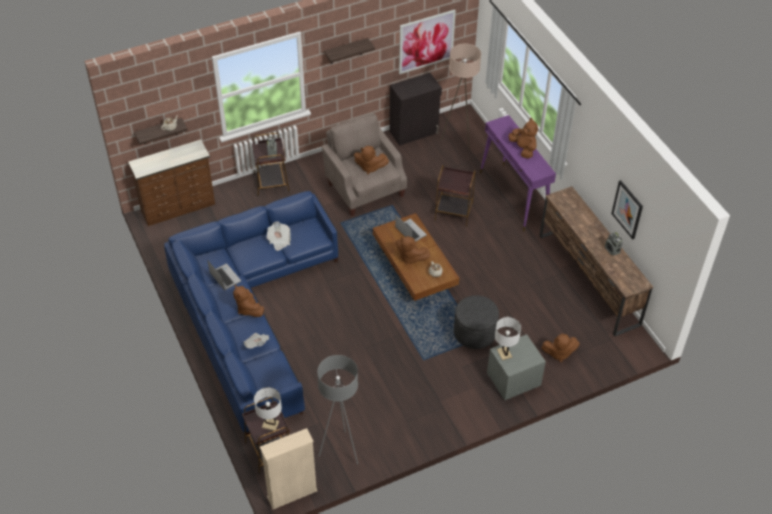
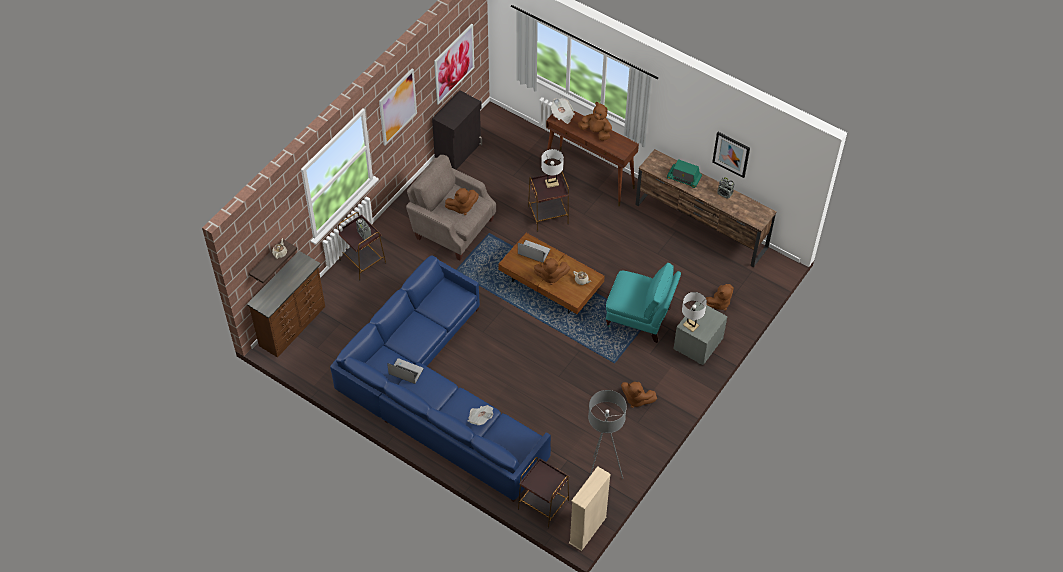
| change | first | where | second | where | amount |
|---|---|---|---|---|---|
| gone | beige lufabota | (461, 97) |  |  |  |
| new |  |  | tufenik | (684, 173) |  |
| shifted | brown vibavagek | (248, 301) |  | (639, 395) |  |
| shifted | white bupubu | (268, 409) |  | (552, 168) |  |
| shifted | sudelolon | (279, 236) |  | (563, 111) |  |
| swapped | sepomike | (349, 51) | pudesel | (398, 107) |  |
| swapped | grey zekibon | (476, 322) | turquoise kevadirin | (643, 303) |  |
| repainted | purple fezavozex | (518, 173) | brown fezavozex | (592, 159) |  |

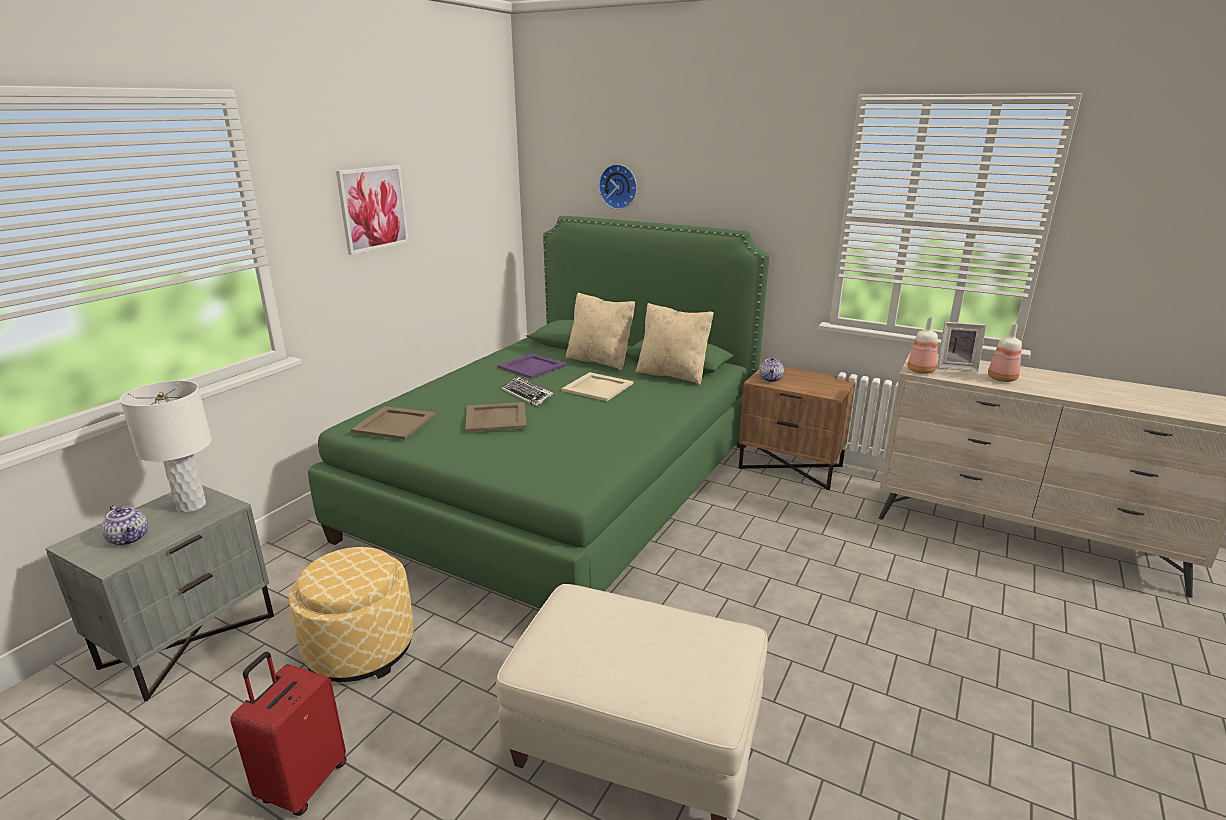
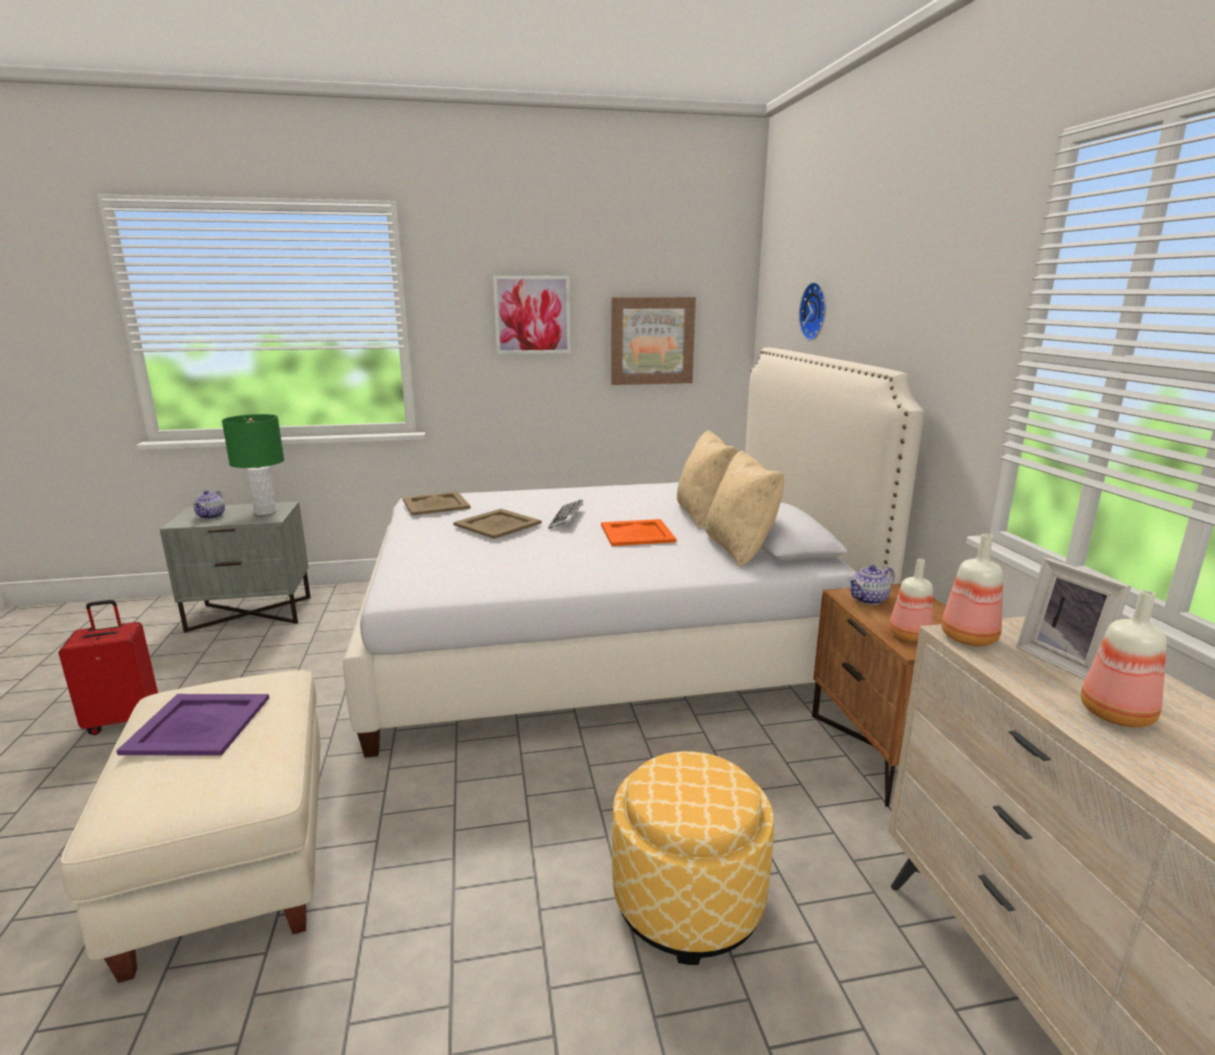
| change | first | where | second | where | amount |
|---|---|---|---|---|---|
| new |  |  | pudesel | (653, 341) |  |
| new |  |  | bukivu | (911, 600) |  |
| shifted | zekibon | (351, 614) |  | (693, 858) |  |
| shifted | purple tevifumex | (532, 366) |  | (192, 724) |  |
| repainted | white bupubu | (166, 446) | green bupubu | (253, 464) |  |
| repainted | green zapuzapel | (538, 412) | white zapuzapel | (633, 552) |  |
| repainted | beige tevifumex | (597, 386) | orange tevifumex | (639, 532) |  |

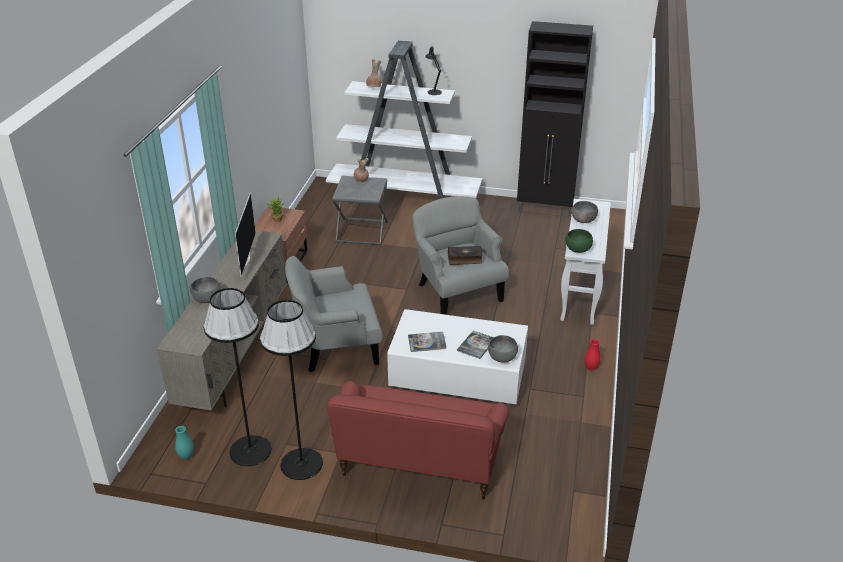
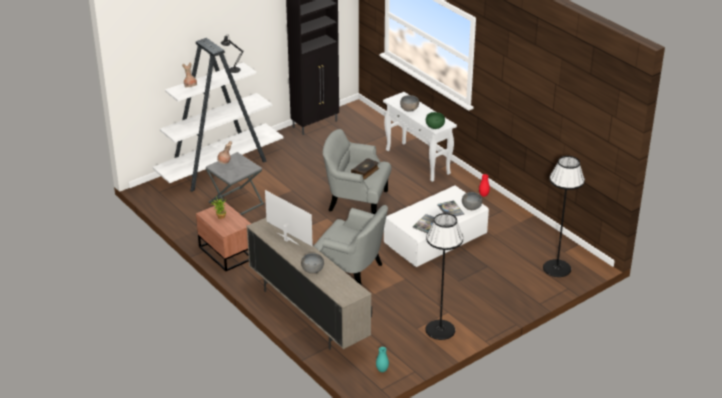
| change | first | where | second | where | amount |
|---|---|---|---|---|---|
| gone | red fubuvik | (418, 440) |  |  |  |
| shifted | black lufabota | (237, 377) |  | (564, 216) |  |
| rotated | grey kevadirin | (334, 314) |  | (351, 245) | 90 degrees counterclockwise |

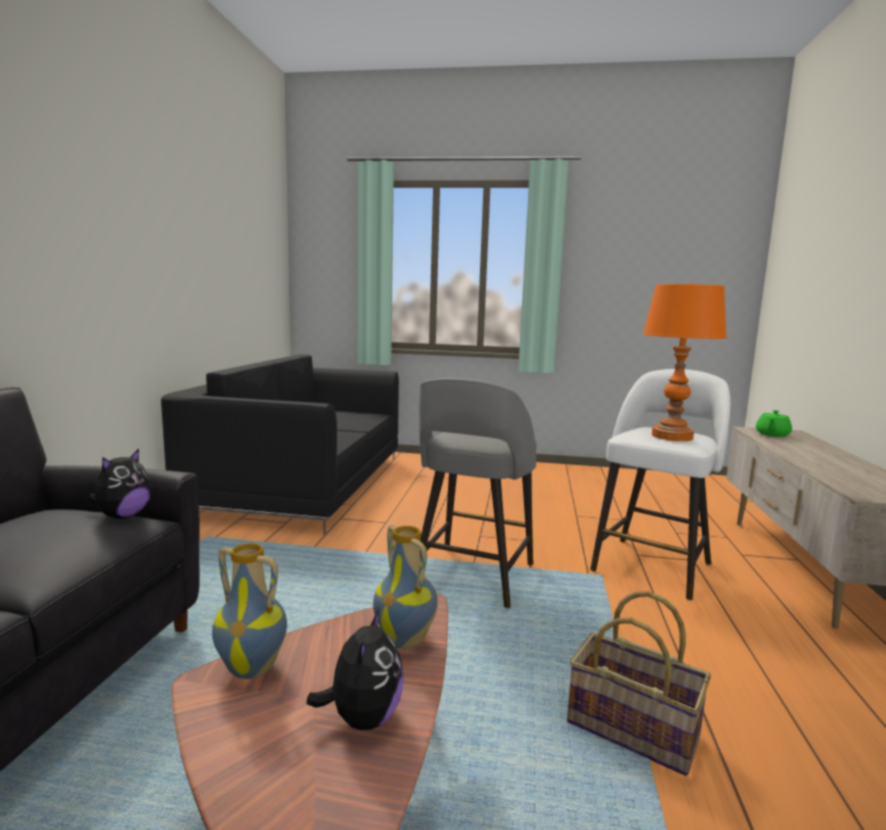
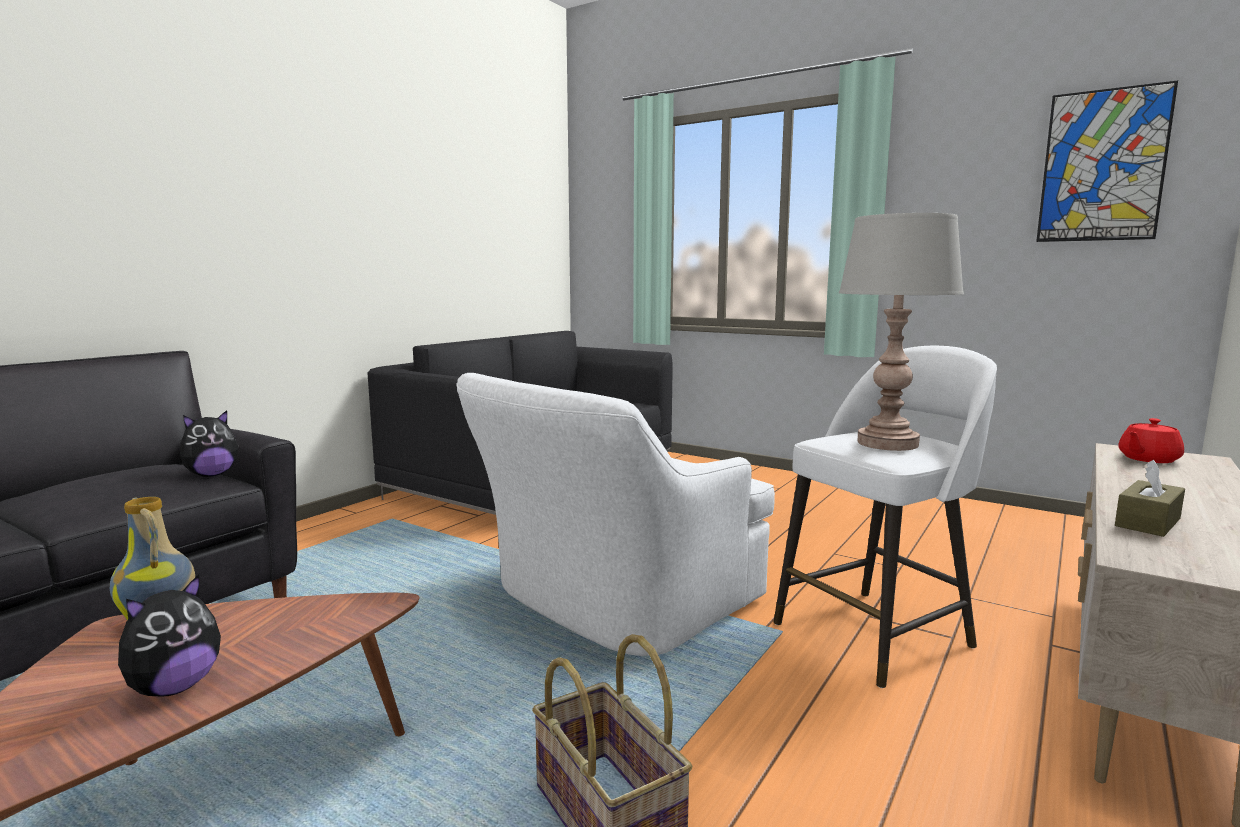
| change | first | where | second | where | amount |
|---|---|---|---|---|---|
| gone | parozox | (405, 587) |  |  |  |
| new |  |  | pudesel | (1107, 161) |  |
| new |  |  | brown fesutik | (1150, 498) |  |
| swapped | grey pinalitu | (478, 493) | white kevadirin | (615, 514) |  |
| repainted | orange bupubu | (685, 362) | grey bupubu | (901, 332) |  |
| repainted | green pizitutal | (774, 423) | red pizitutal | (1151, 440) |  |

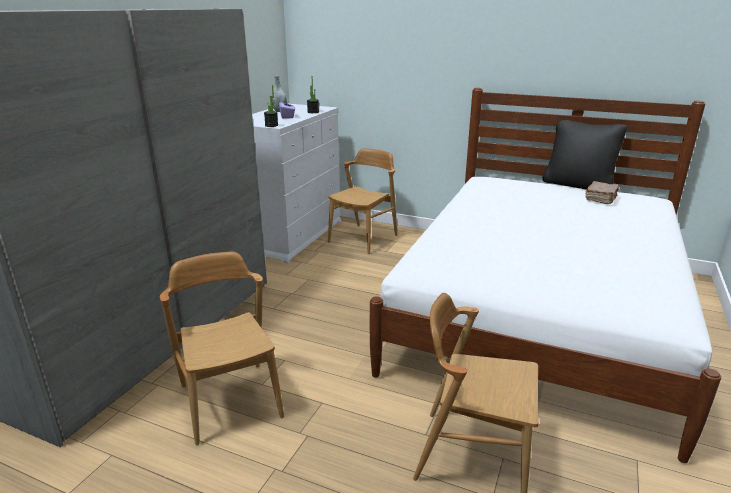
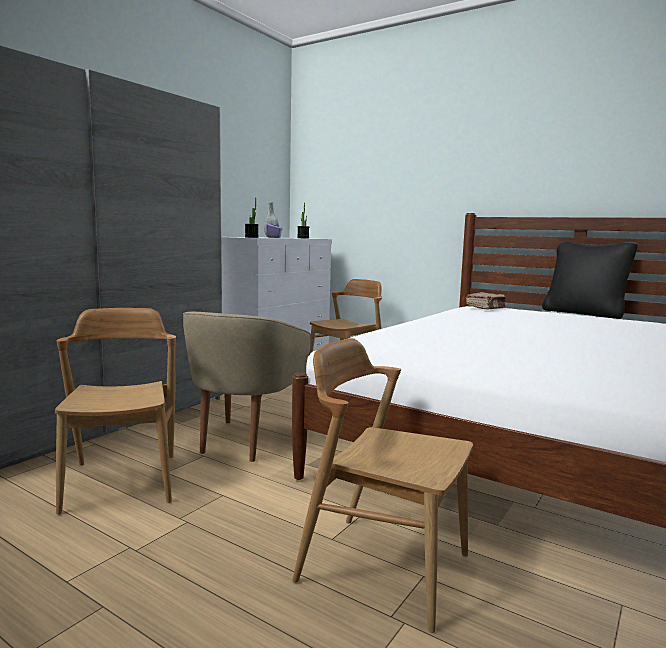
| change | first | where | second | where | amount |
|---|---|---|---|---|---|
| new |  |  | beige kevadirin | (247, 387) |  |
| shifted | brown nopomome | (602, 192) |  | (486, 300) |  |

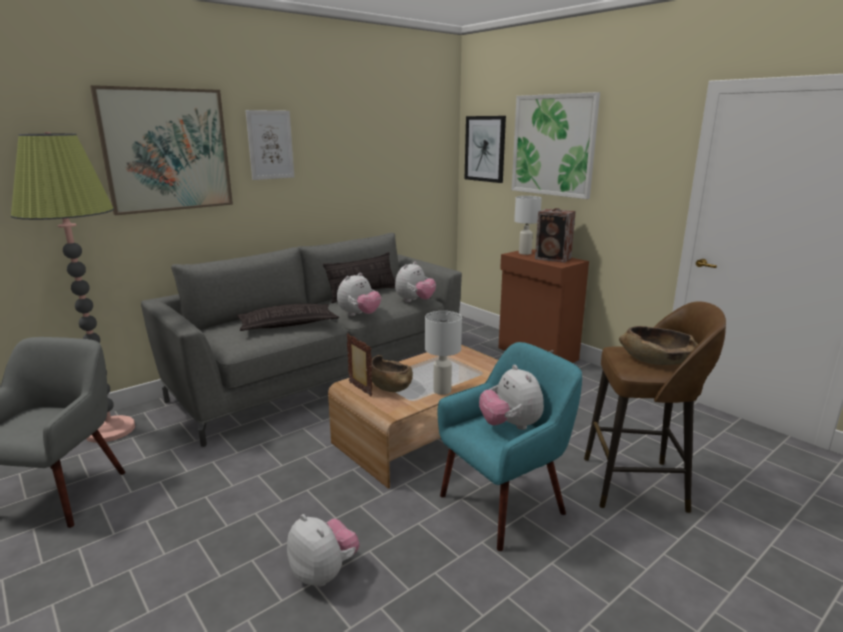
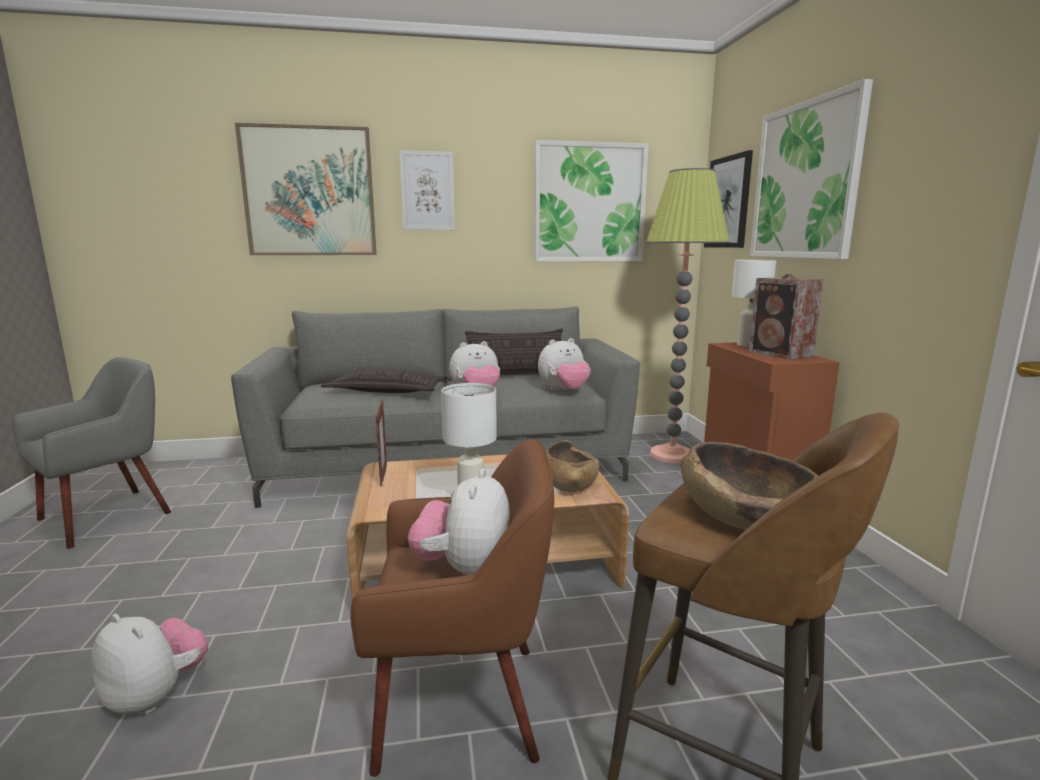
| change | first | where | second | where | amount |
|---|---|---|---|---|---|
| new |  |  | pudesel | (591, 201) |  |
| shifted | lufabota | (73, 287) |  | (687, 316) |  |
| shifted | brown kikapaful | (392, 373) |  | (572, 466) |  |
| repainted | turquoise kevadirin | (509, 446) | brown kevadirin | (452, 608) |  |
| rotated | vibavagek | (323, 550) |  | (149, 663) | 45 degrees counterclockwise |

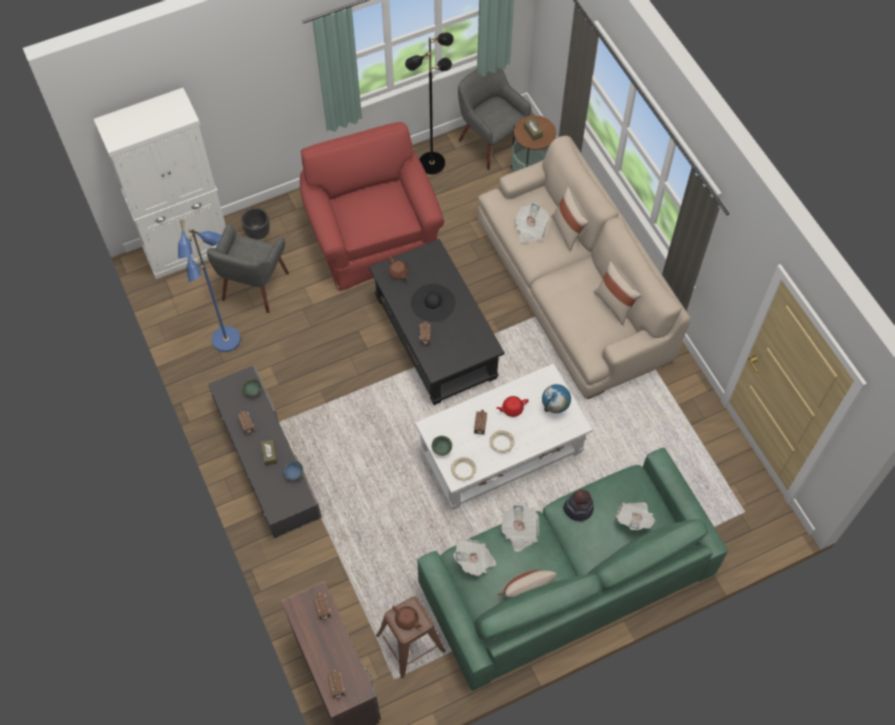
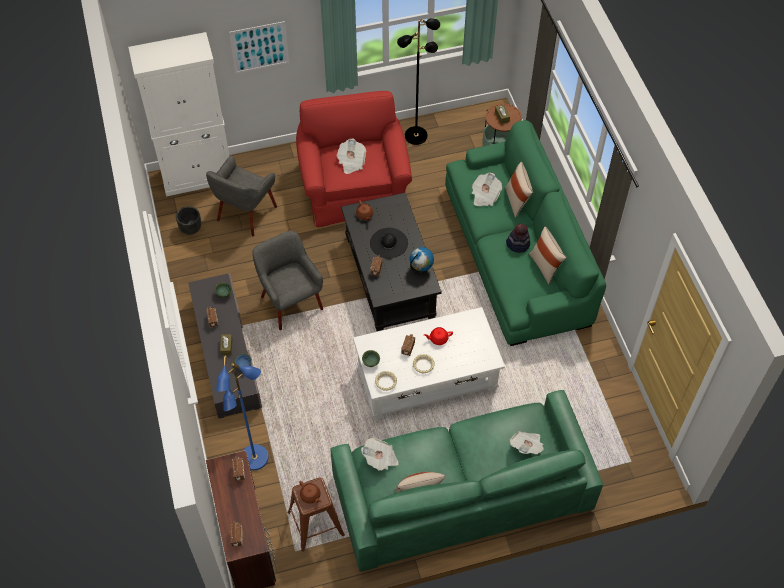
| change | first | where | second | where | amount |
|---|---|---|---|---|---|
| new |  |  | pudesel | (259, 47) |  |
| shifted | blue lufabota | (209, 286) |  | (242, 412) |  |
| shifted | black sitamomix | (255, 224) |  | (188, 220) |  |
| shifted | grey kevadirin | (494, 119) |  | (287, 280) |  |
| shifted | sudelolon | (519, 527) |  | (351, 156) |  |
| shifted | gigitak | (556, 398) |  | (422, 260) |  |
| shifted | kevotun | (578, 505) |  | (518, 238) |  |
| repainted | beige fubuvik | (584, 267) | green fubuvik | (525, 233) |  |

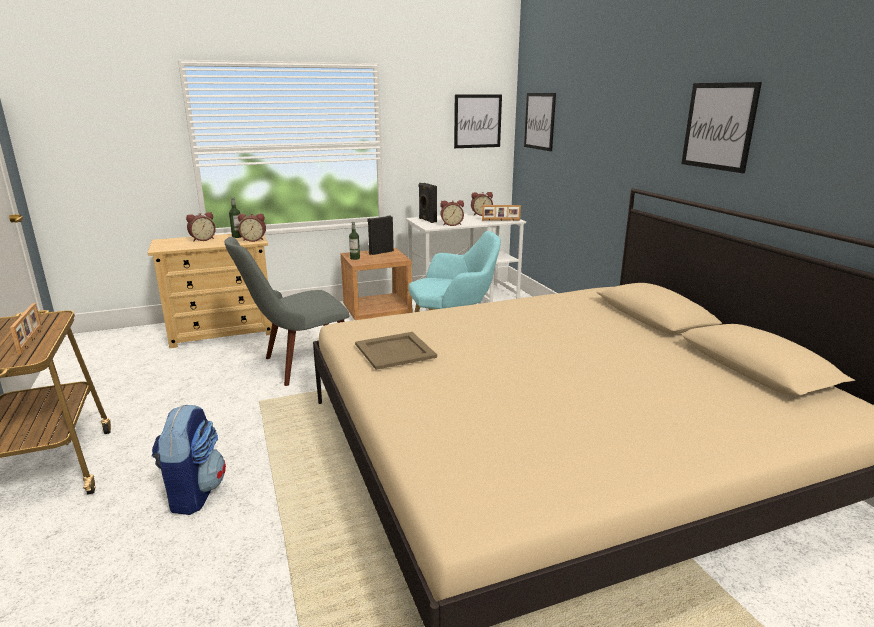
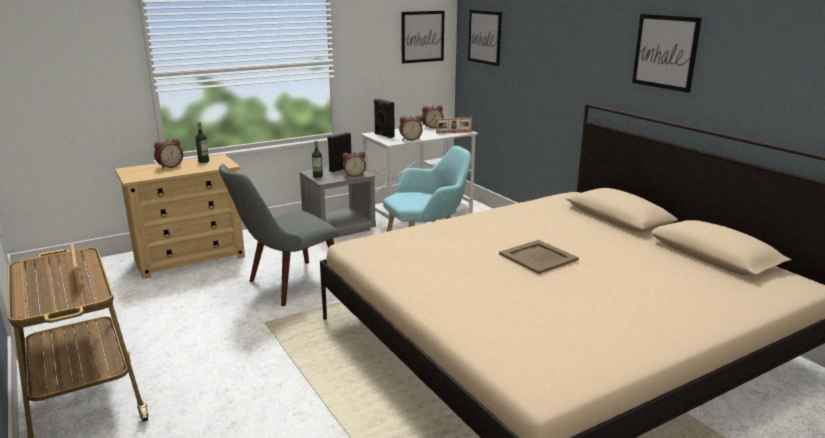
| change | first | where | second | where | amount |
|---|---|---|---|---|---|
| gone | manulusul | (189, 460) |  |  |  |
| shifted | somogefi | (252, 228) |  | (354, 164) |  |
| shifted | beige tevifumex | (396, 351) |  | (539, 257) |  |
| repainted | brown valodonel | (377, 284) | grey valodonel | (338, 202) |  |

